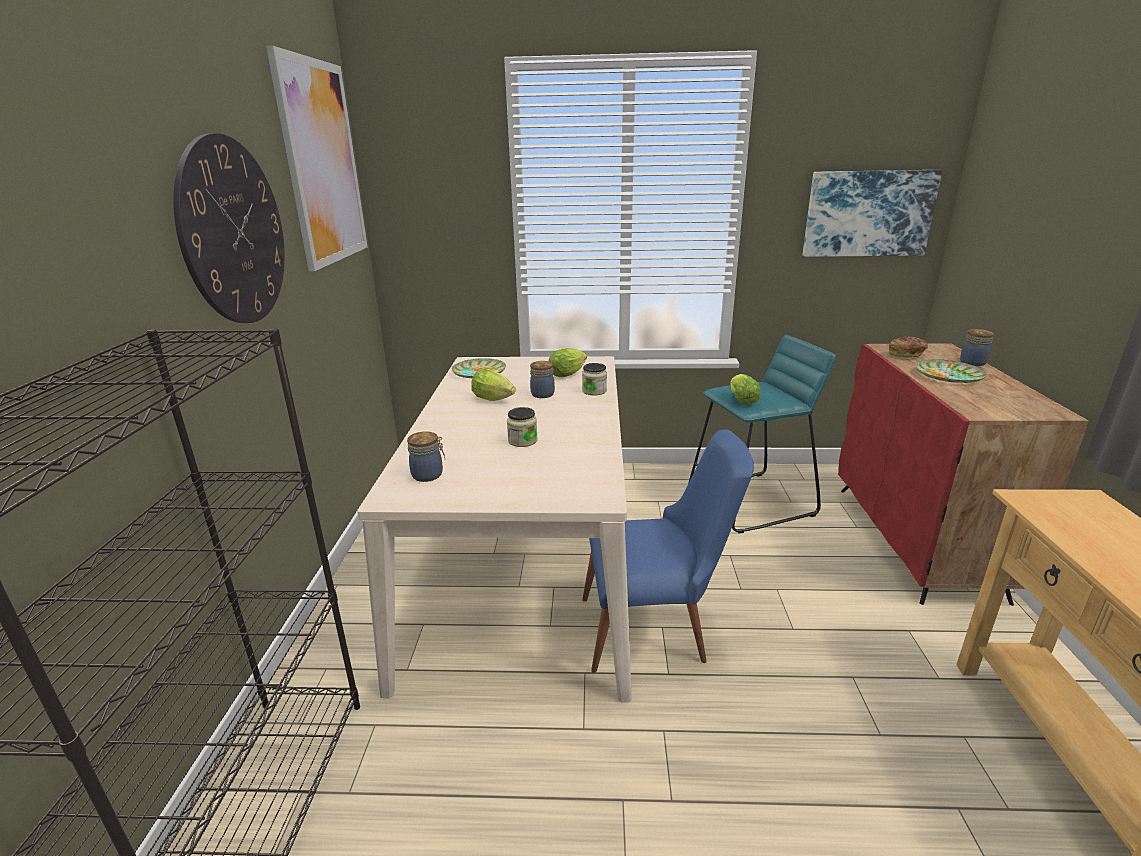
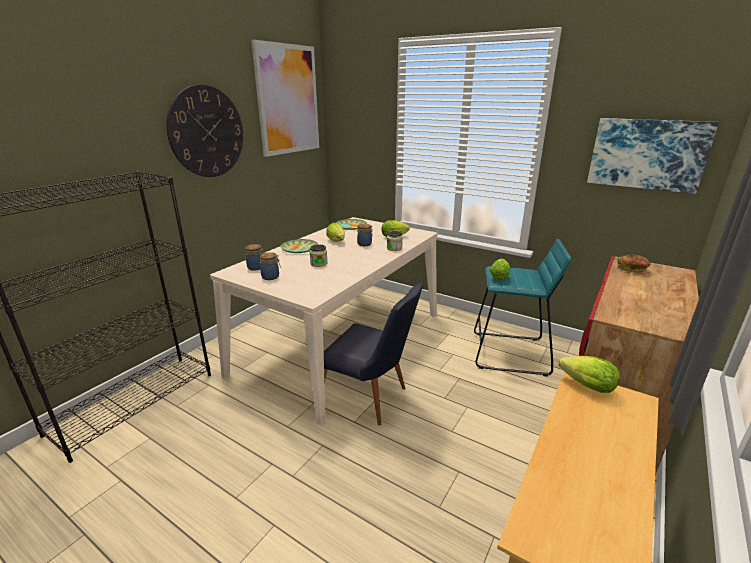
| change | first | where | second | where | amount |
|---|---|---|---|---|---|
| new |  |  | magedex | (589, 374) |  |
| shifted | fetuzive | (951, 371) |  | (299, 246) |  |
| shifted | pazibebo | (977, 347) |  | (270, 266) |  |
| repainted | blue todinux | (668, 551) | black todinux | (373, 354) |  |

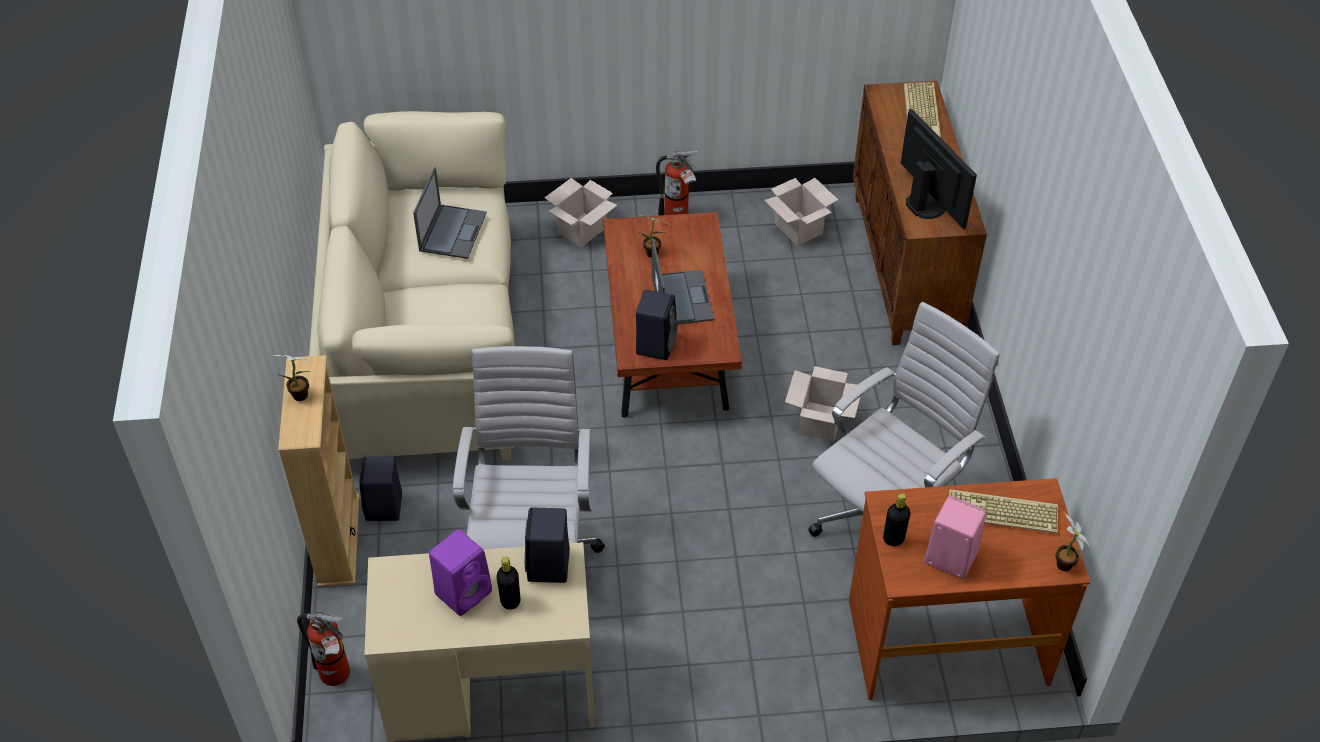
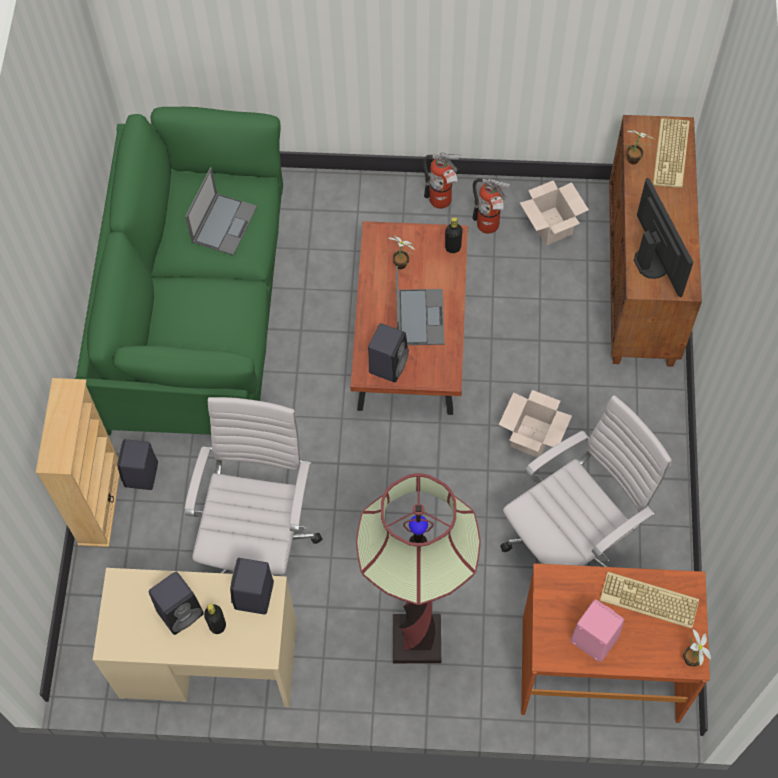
| change | first | where | second | where | amount |
|---|---|---|---|---|---|
| gone | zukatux | (581, 212) |  |  |  |
| new |  |  | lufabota | (418, 568) |  |
| shifted | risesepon | (291, 378) |  | (639, 146) |  |
| shifted | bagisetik | (323, 649) |  | (491, 206) |  |
| shifted | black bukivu | (896, 519) |  | (454, 235) |  |
| repainted | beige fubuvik | (412, 286) | green fubuvik | (179, 271) |  |
| repainted | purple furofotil | (460, 572) | black furofotil | (176, 603) |  |

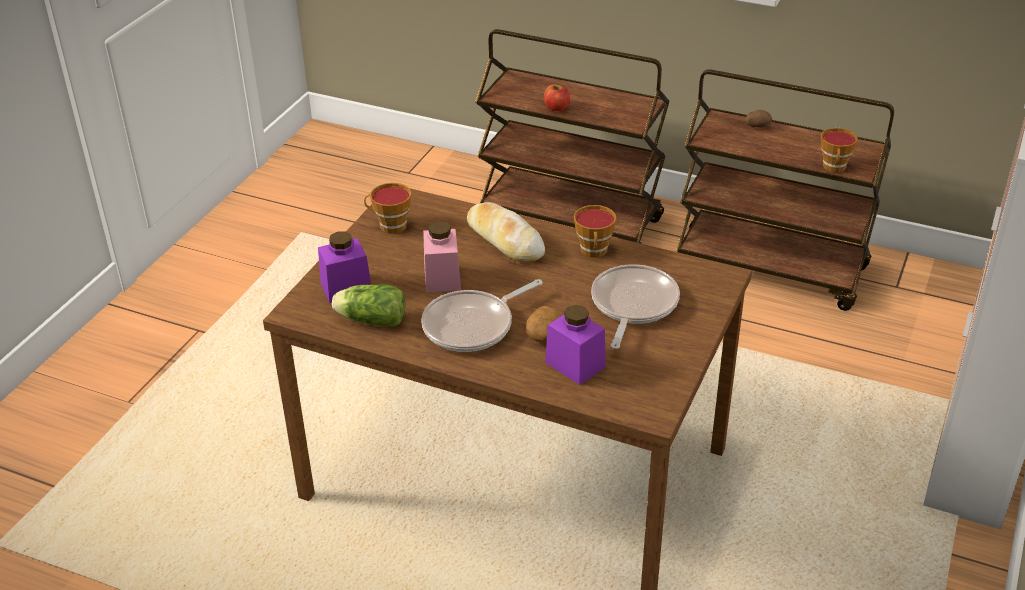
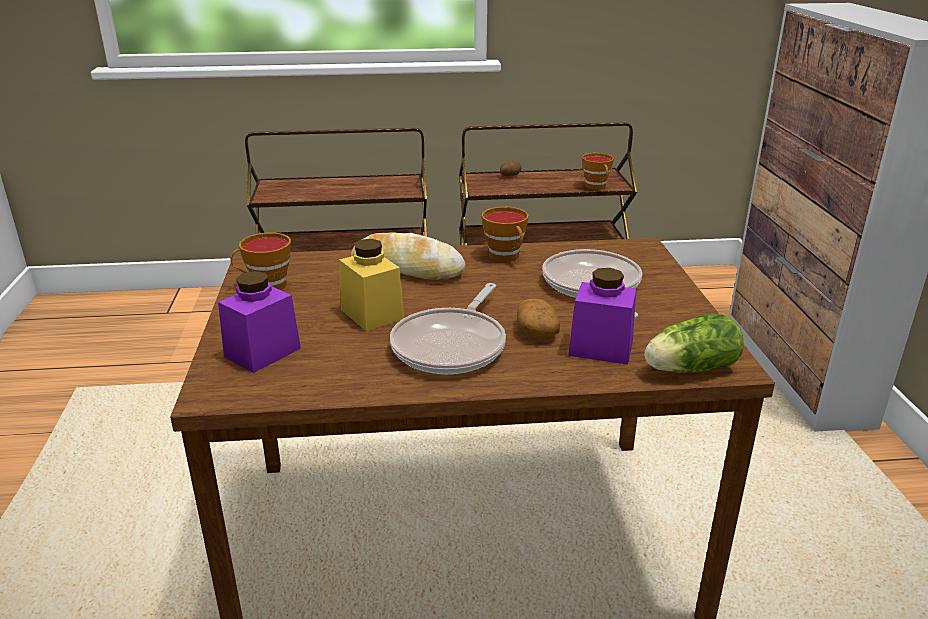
| change | first | where | second | where | amount |
|---|---|---|---|---|---|
| gone | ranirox | (557, 97) |  |  |  |
| shifted | magedex | (368, 305) |  | (694, 343) |  |
| repainted | pink pazibebo | (442, 257) | yellow pazibebo | (371, 285) |  |

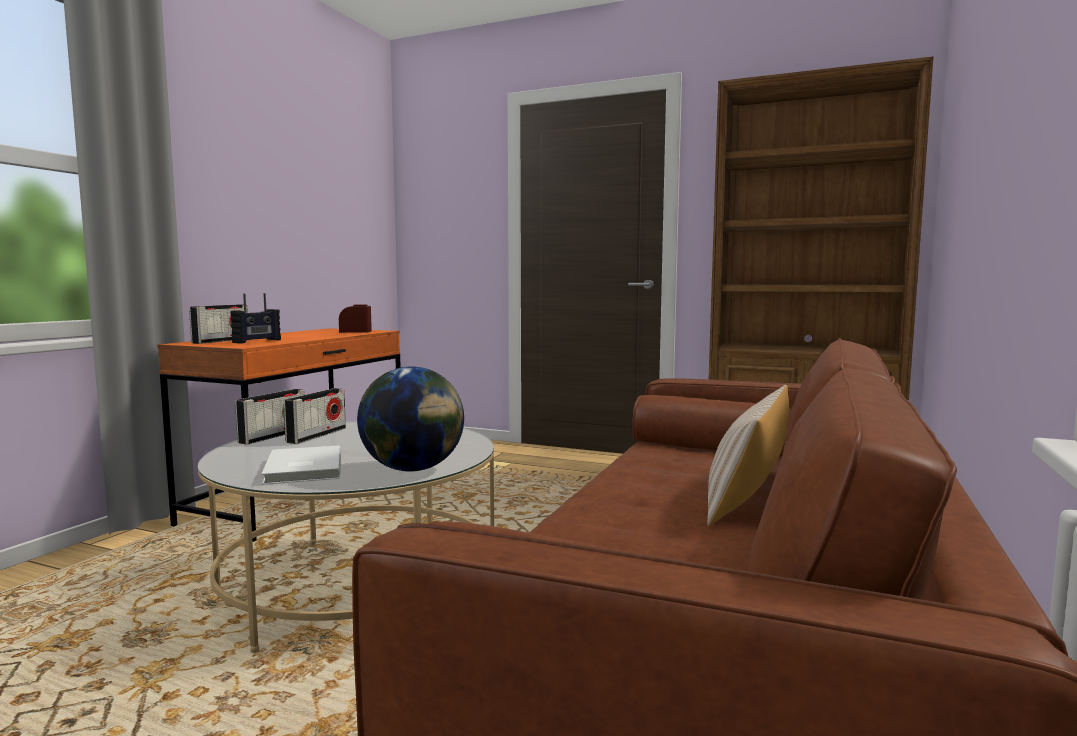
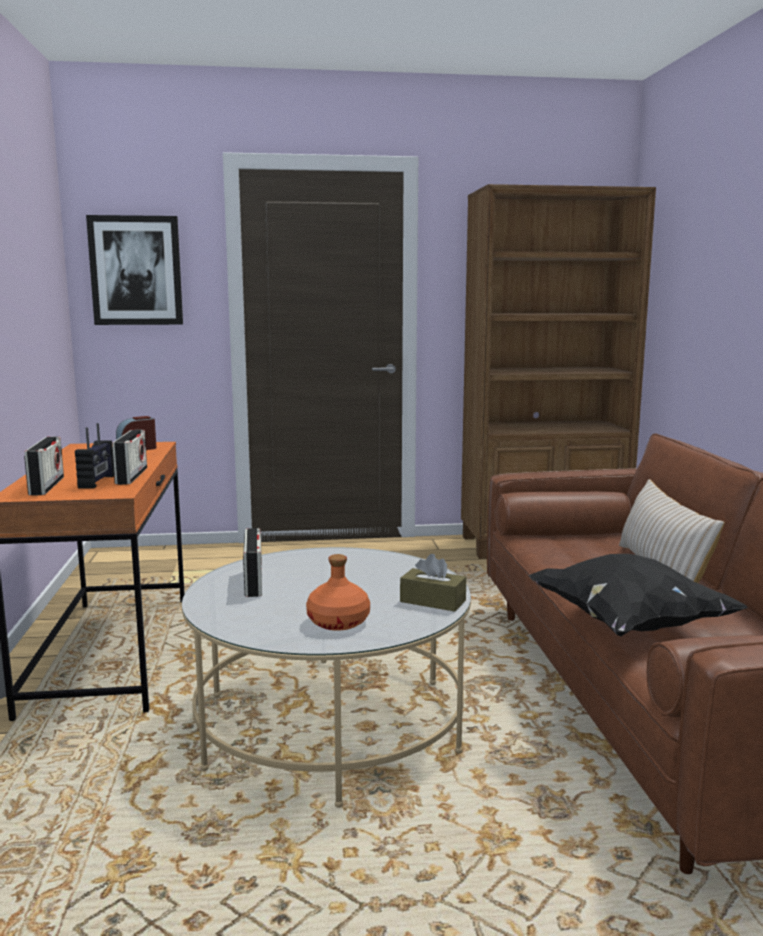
| change | first | where | second | where | amount |
|---|---|---|---|---|---|
| new |  |  | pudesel | (134, 270) |  |
| new |  |  | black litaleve | (638, 595) |  |
| shifted | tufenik | (269, 417) |  | (129, 457) |  |
| swapped | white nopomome | (301, 465) | orange bukivu | (338, 592) |  |
| swapped | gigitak | (410, 419) | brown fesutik | (433, 583) |  |

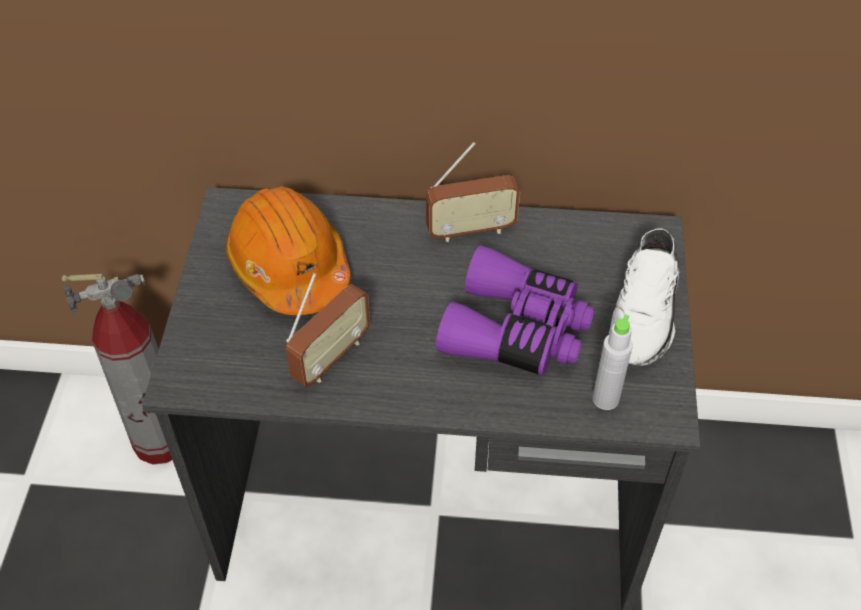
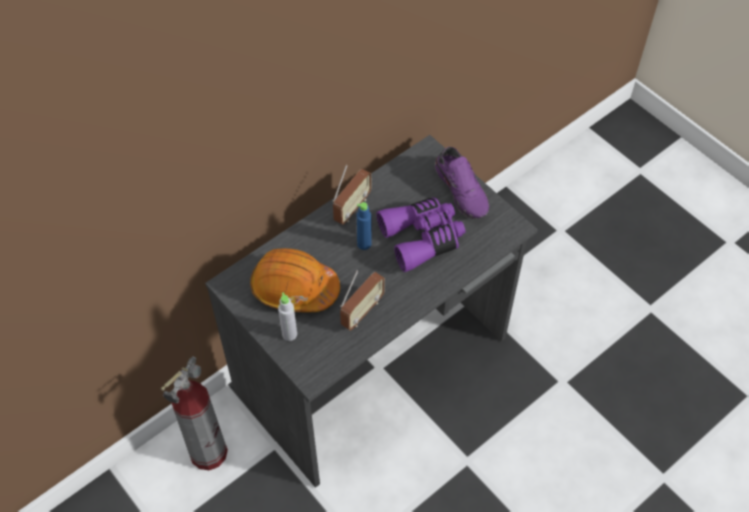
| change | first | where | second | where | amount |
|---|---|---|---|---|---|
| new |  |  | blue bukivu | (364, 226) |  |
| shifted | grey bukivu | (612, 362) |  | (287, 316) |  |
| repainted | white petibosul | (644, 297) | purple petibosul | (462, 183) |  |
| rotated | tufenik | (328, 330) |  | (362, 300) | 45 degrees clockwise |

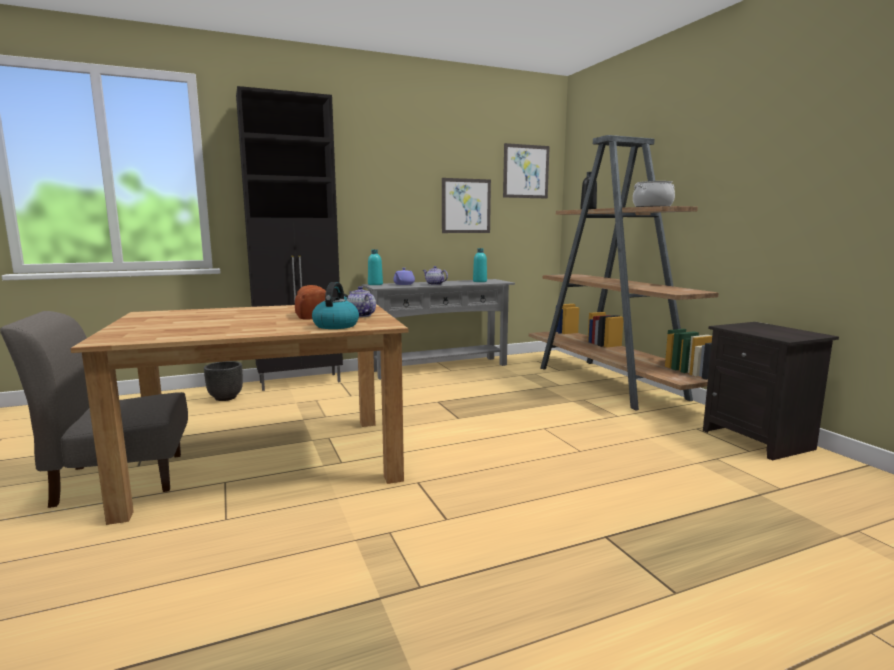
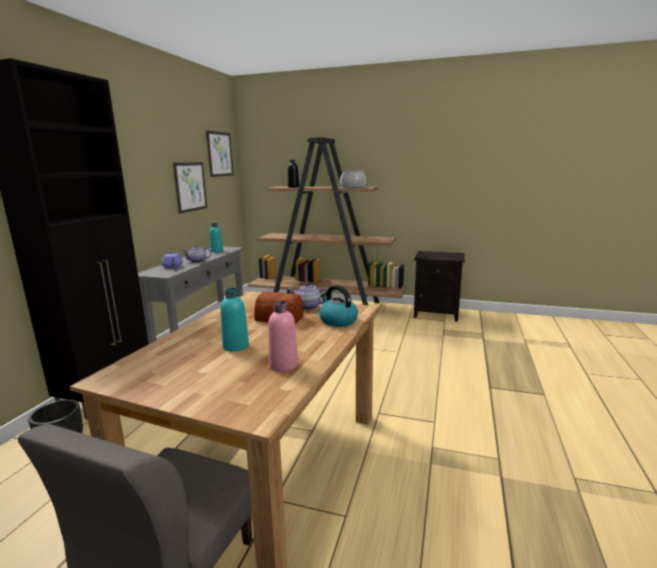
| change | first | where | second | where | amount |
|---|---|---|---|---|---|
| new |  |  | pink bukivu | (283, 336) |  |
| shifted | turquoise bukivu | (375, 267) |  | (234, 319) |  |

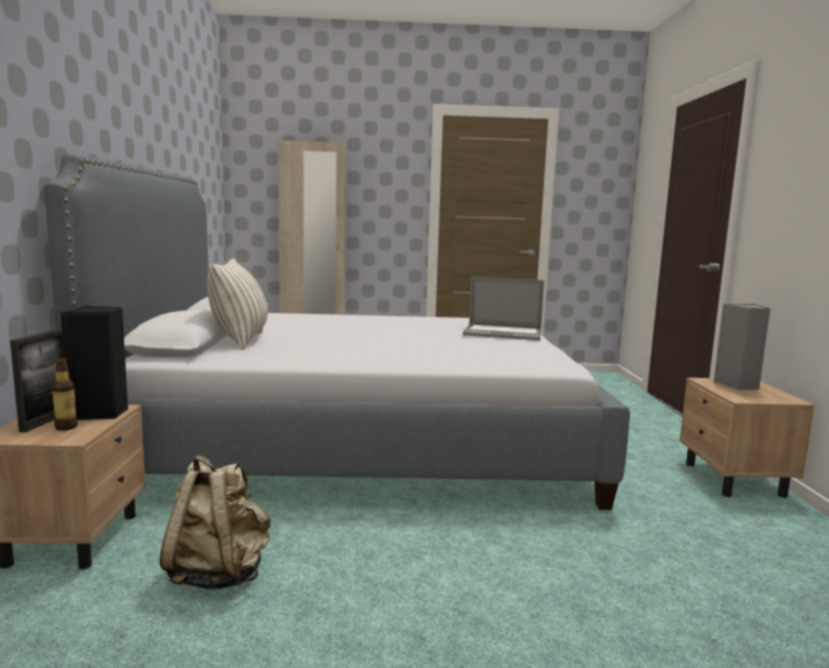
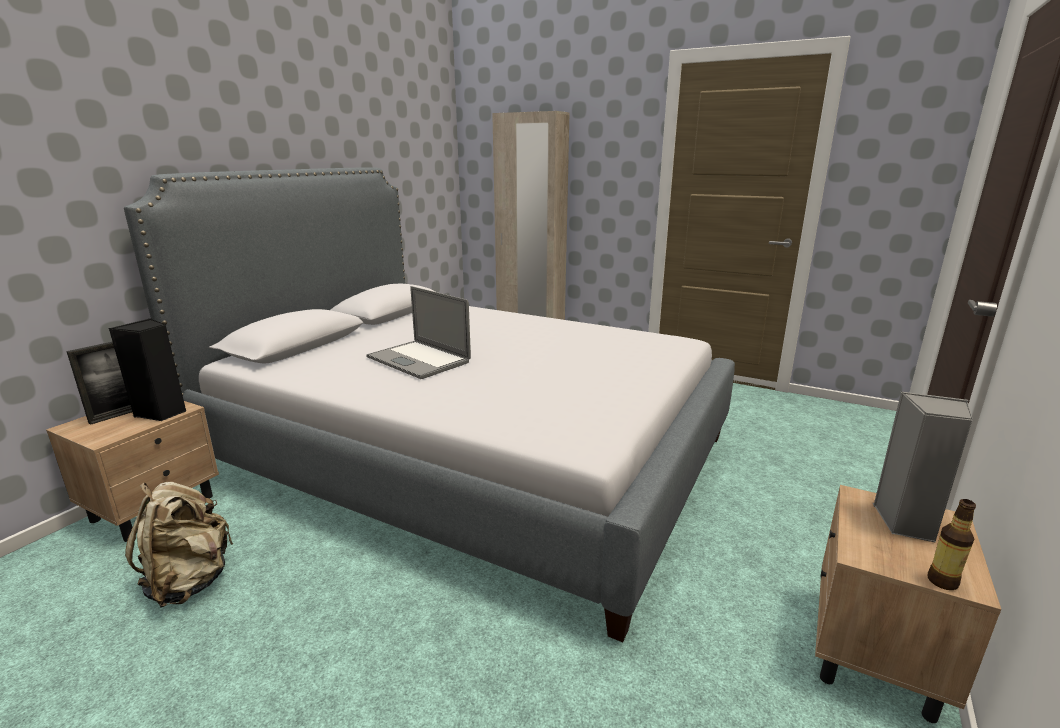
| change | first | where | second | where | amount |
|---|---|---|---|---|---|
| gone | litaleve | (237, 304) |  |  |  |
| shifted | bukivu | (65, 394) |  | (952, 544) |  |
| shifted | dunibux | (503, 308) |  | (418, 332) |  |

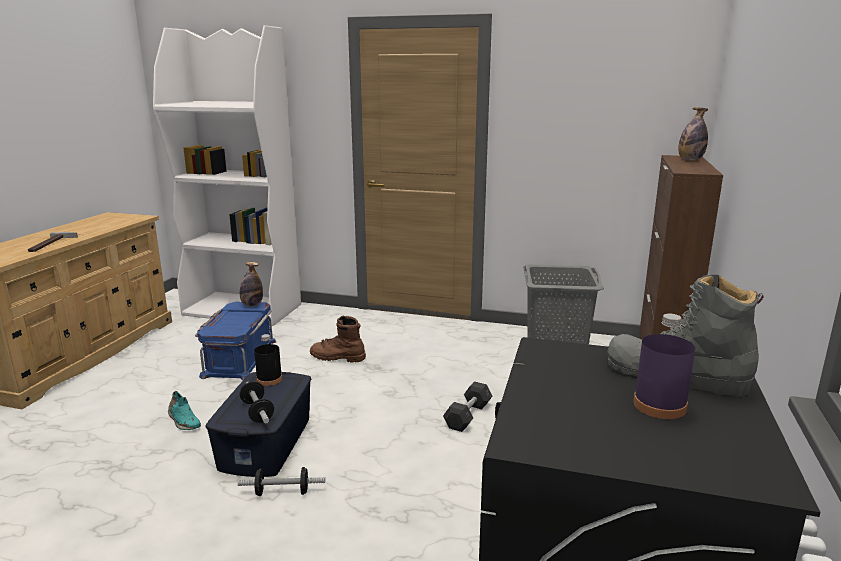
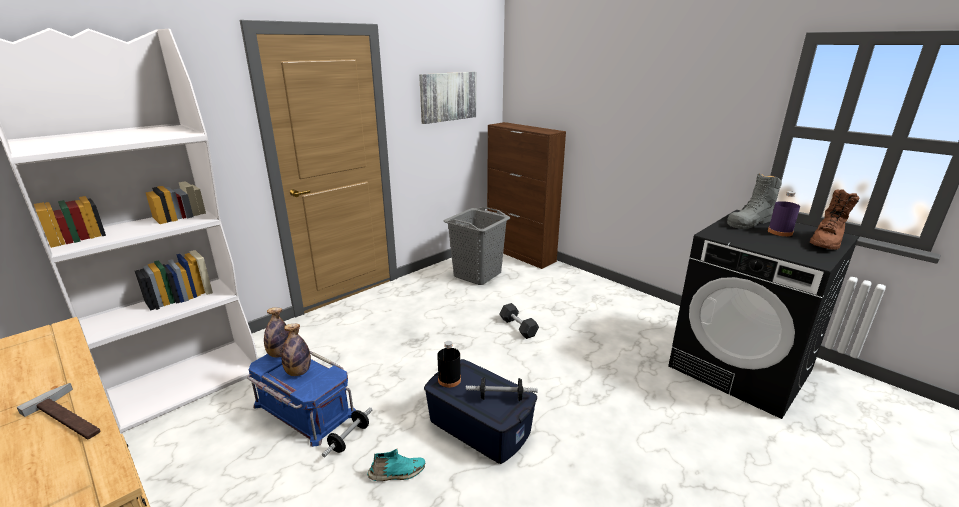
| change | first | where | second | where | amount |
|---|---|---|---|---|---|
| new |  |  | pudesel | (447, 98) |  |
| shifted | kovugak | (281, 481) |  | (347, 432) |  |
| shifted | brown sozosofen | (338, 339) |  | (834, 219) |  |
| shifted | bukivu | (693, 134) |  | (296, 349) |  |

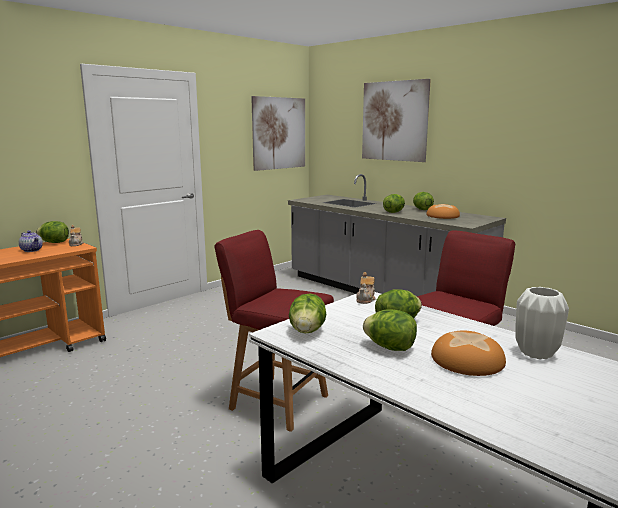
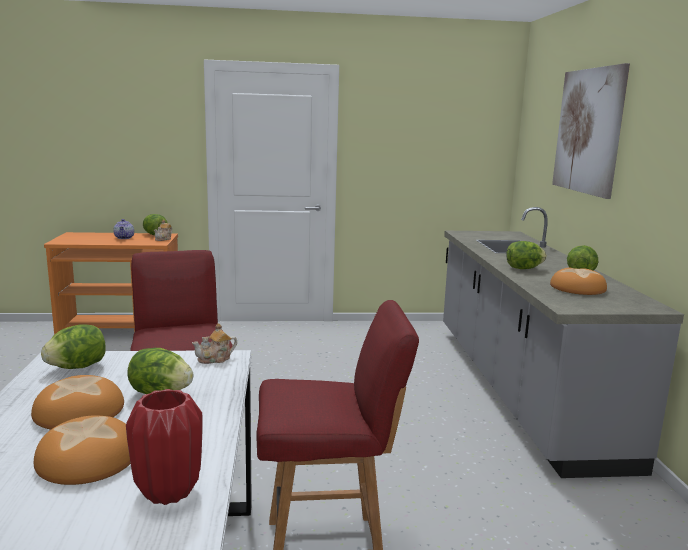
| change | first | where | second | where | amount |
|---|---|---|---|---|---|
| gone | pudesel | (278, 133) |  |  |  |
| swapped | magedex | (390, 330) | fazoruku | (77, 402) |  |
| repainted | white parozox | (542, 323) | red parozox | (164, 447) |  |

